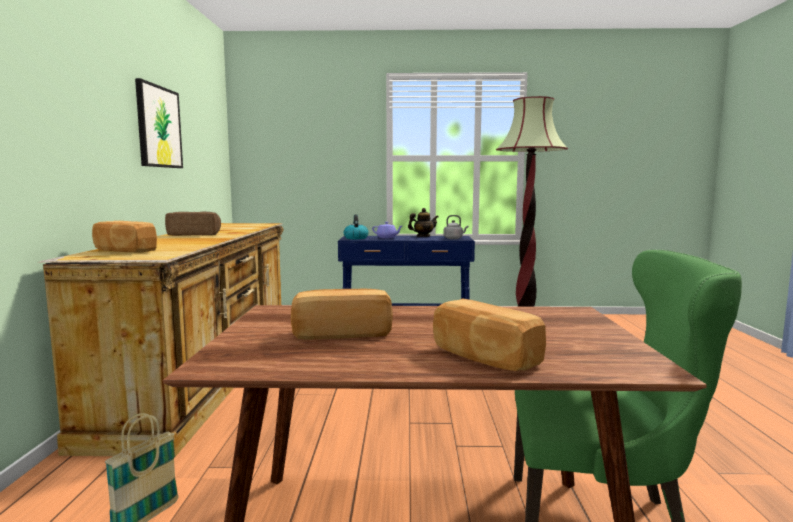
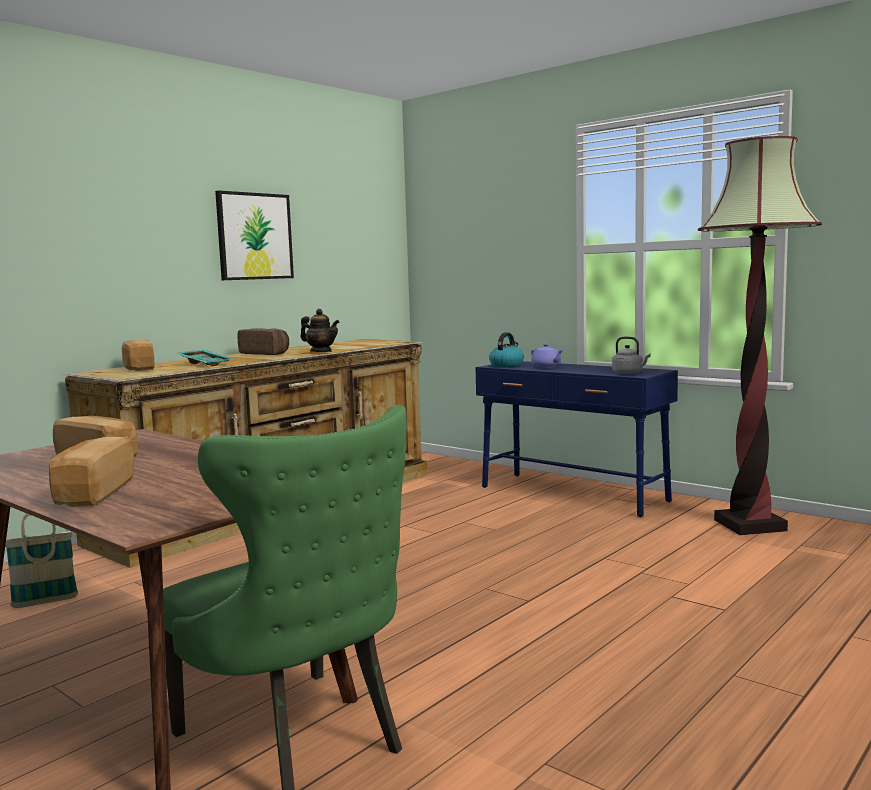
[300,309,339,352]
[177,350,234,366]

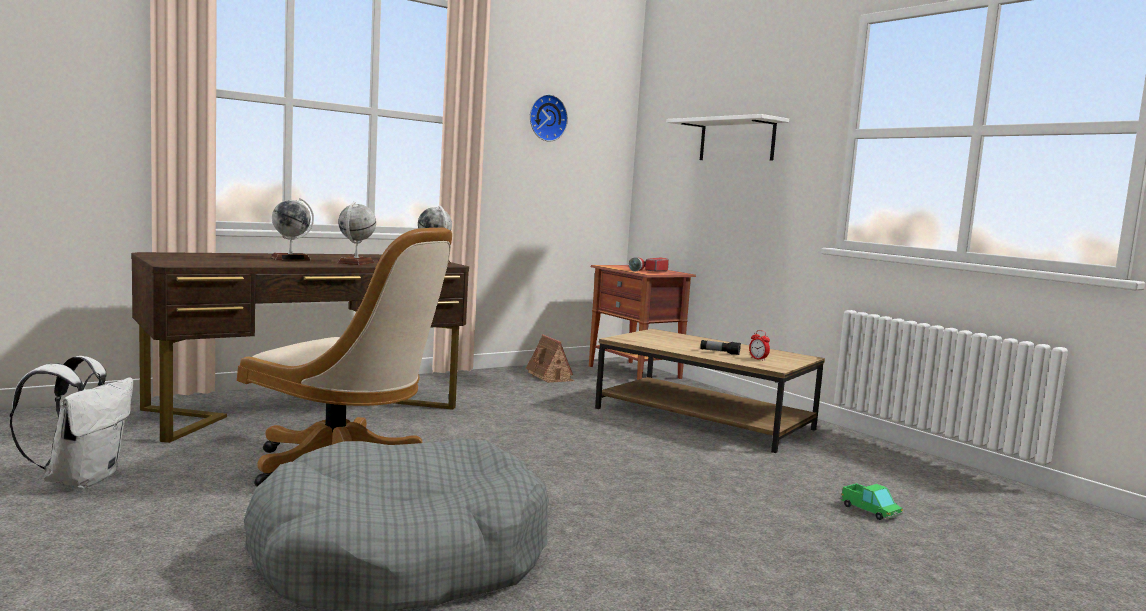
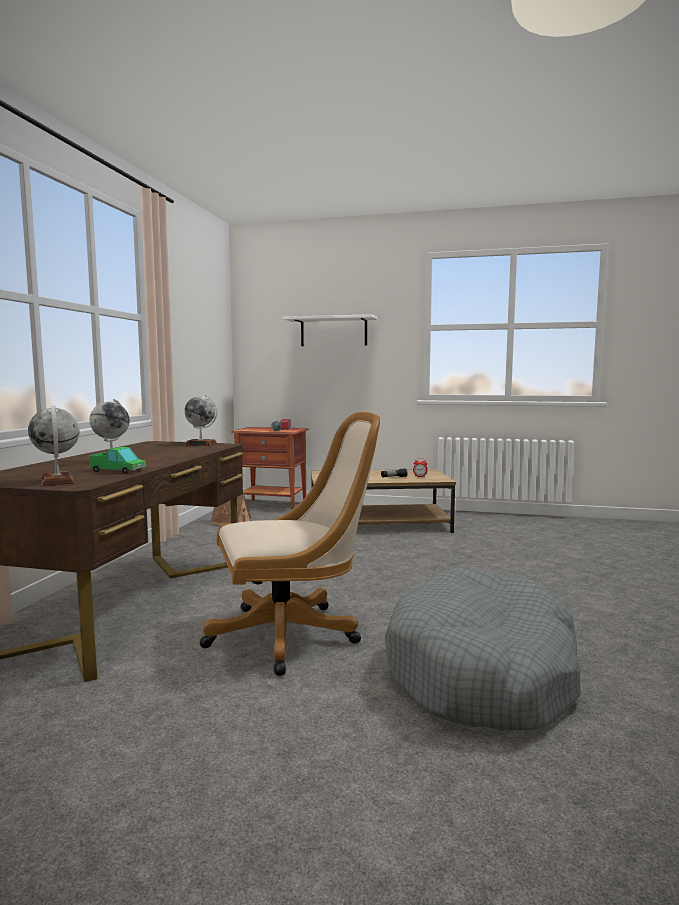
[10,356,133,488] (first image)
[28,405,80,486]
[530,94,568,141] (first image)
[89,447,146,474]

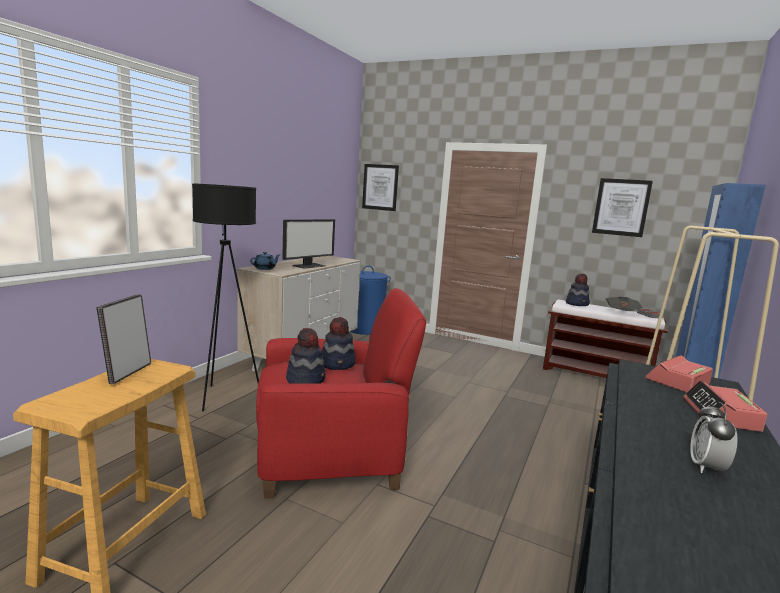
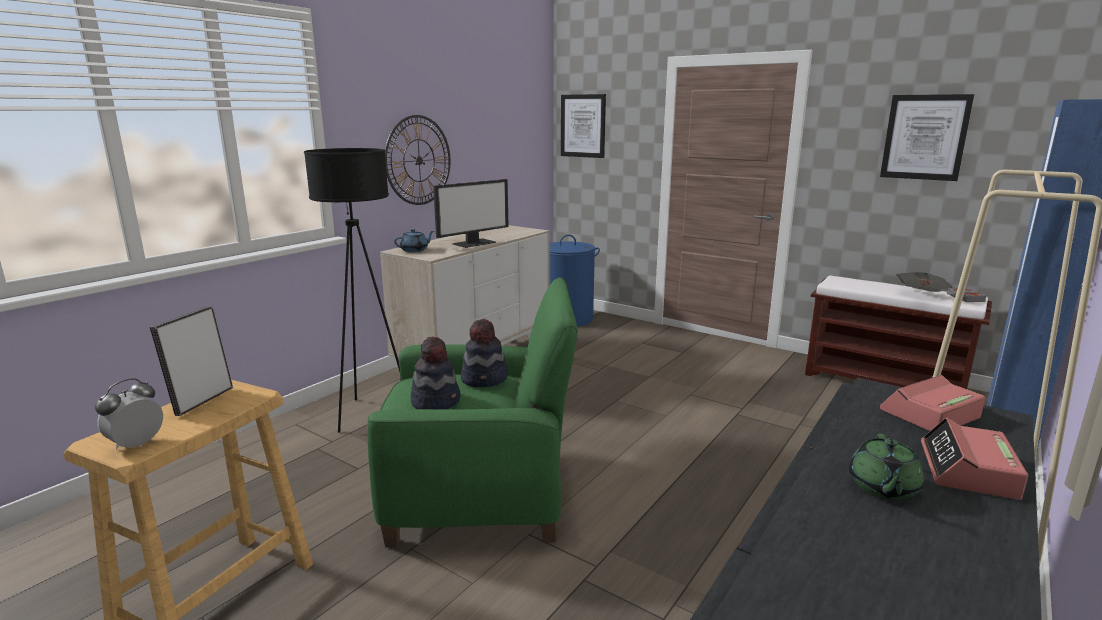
[367,277,578,547]
[566,274,590,306] (first image)
[95,378,163,449]
[385,115,450,205]
[849,434,924,500]

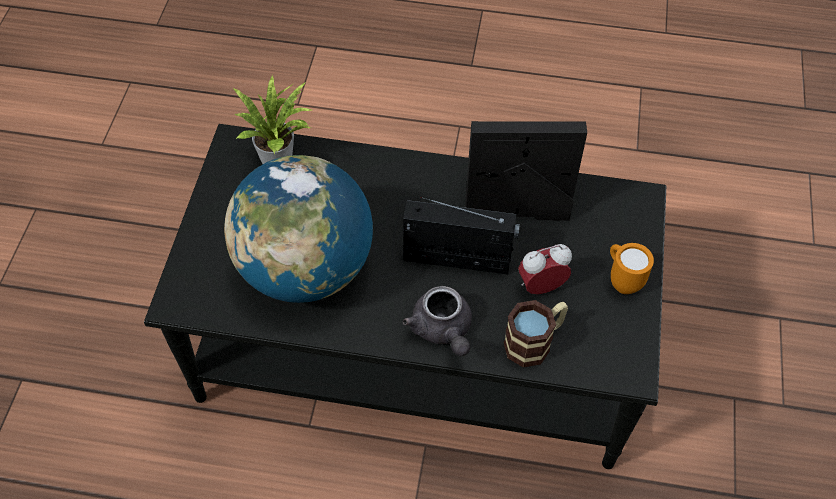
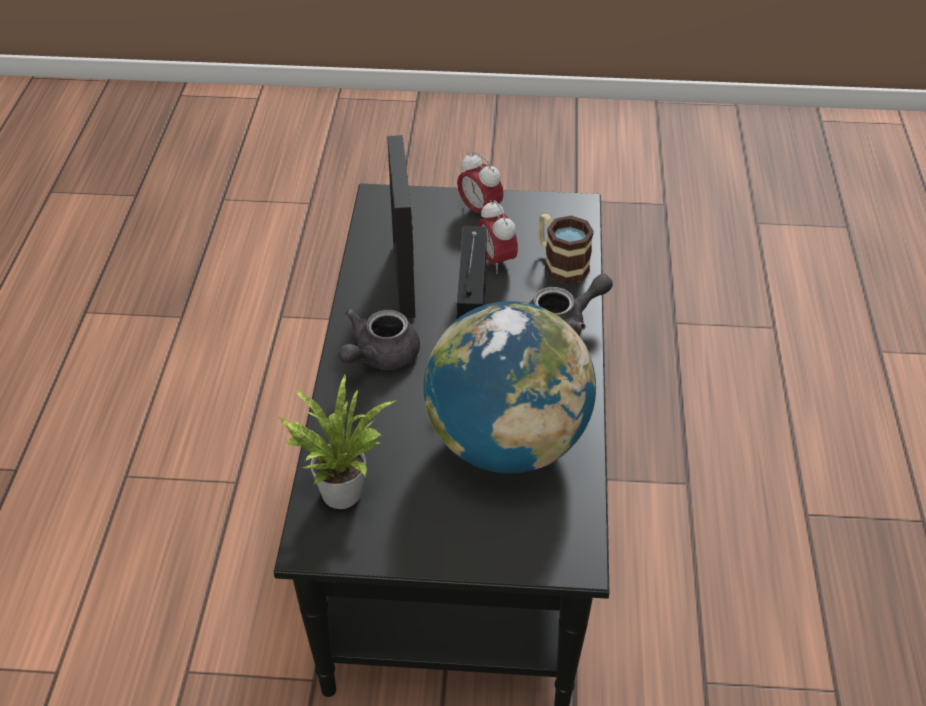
[457,152,504,213]
[339,309,420,370]

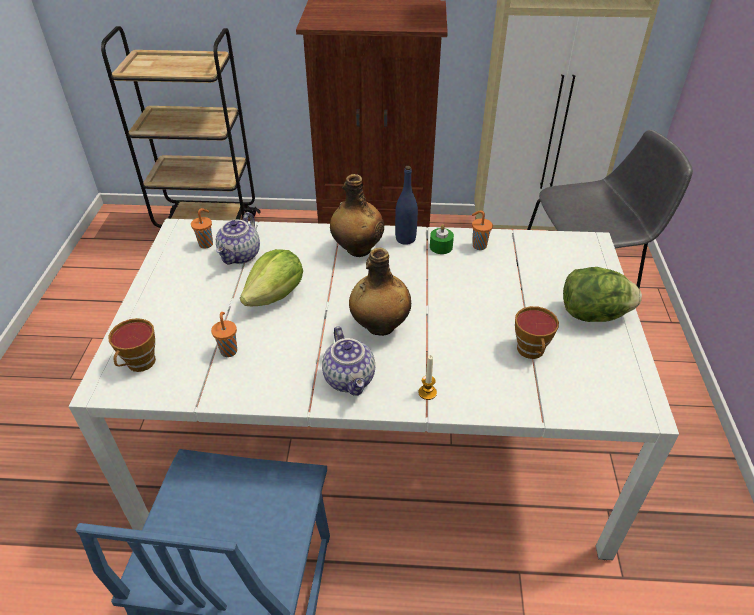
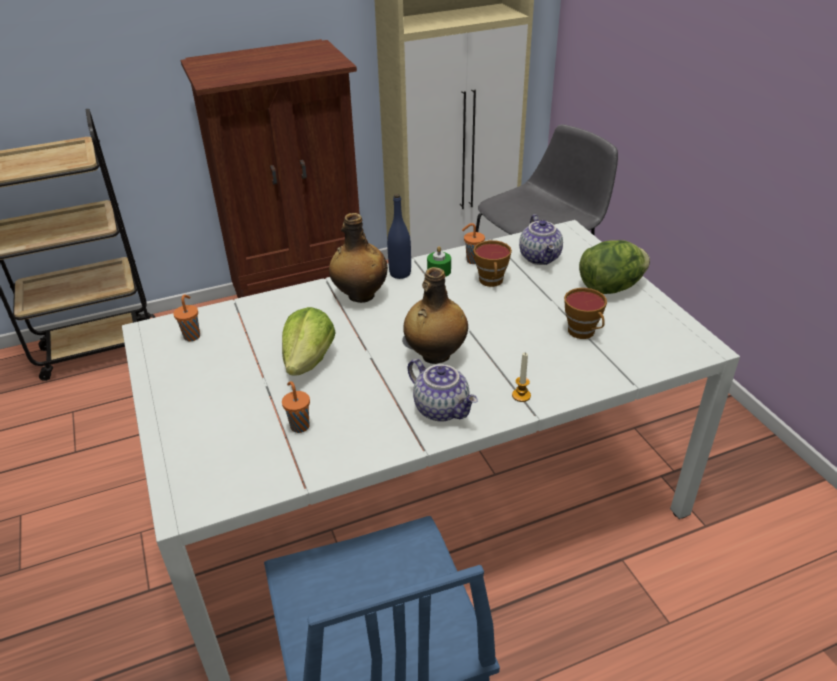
[473,240,512,287]
[519,214,563,265]

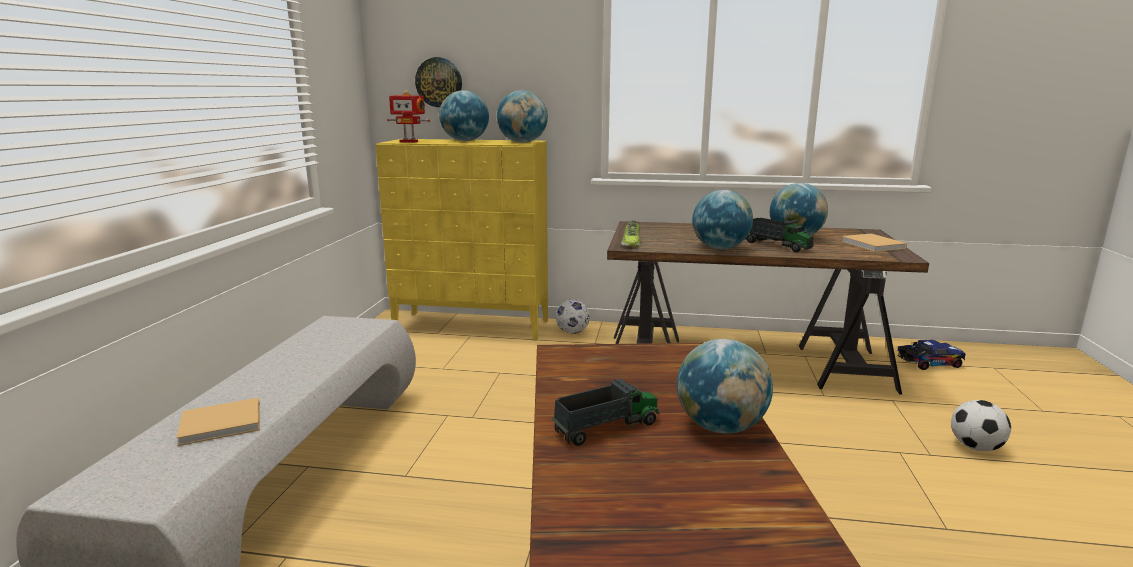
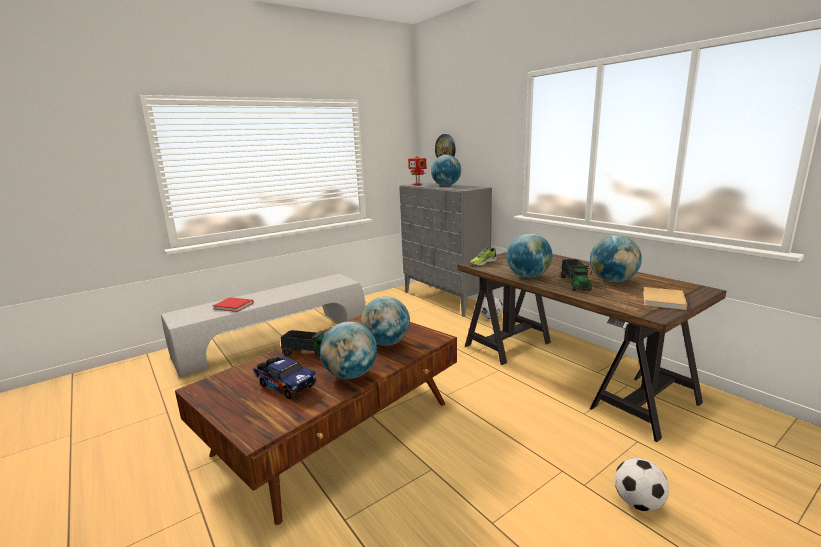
[213,297,254,312]
[399,182,492,317]
[361,296,410,346]
[253,357,316,399]

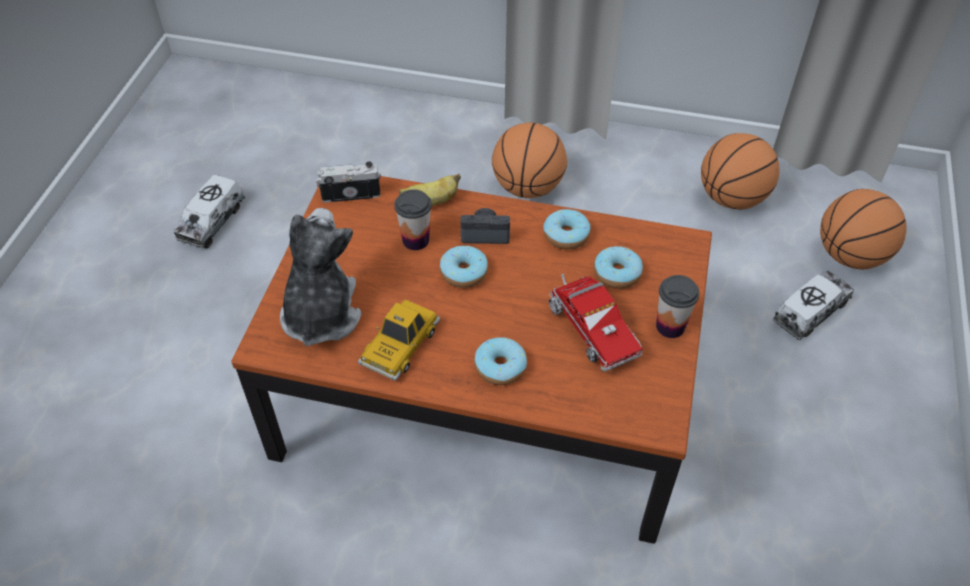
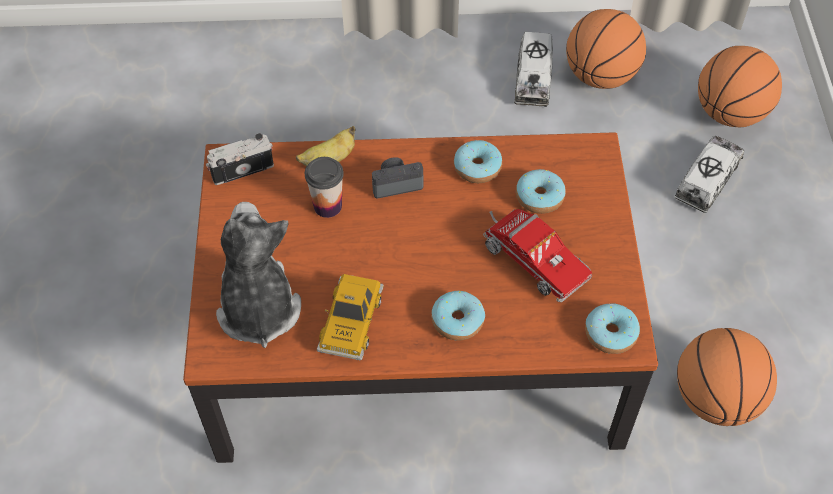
[514,32,553,107]
[585,303,640,354]
[677,328,777,426]
[656,275,700,338] (first image)

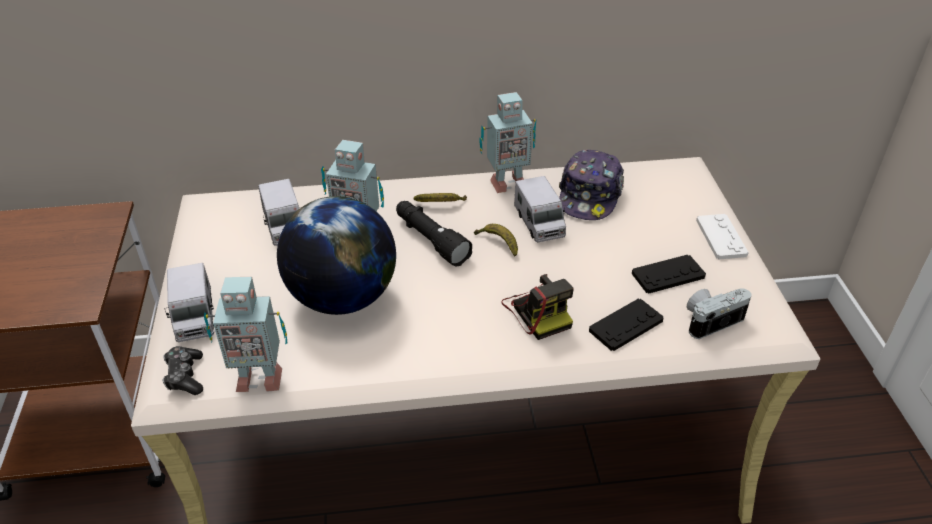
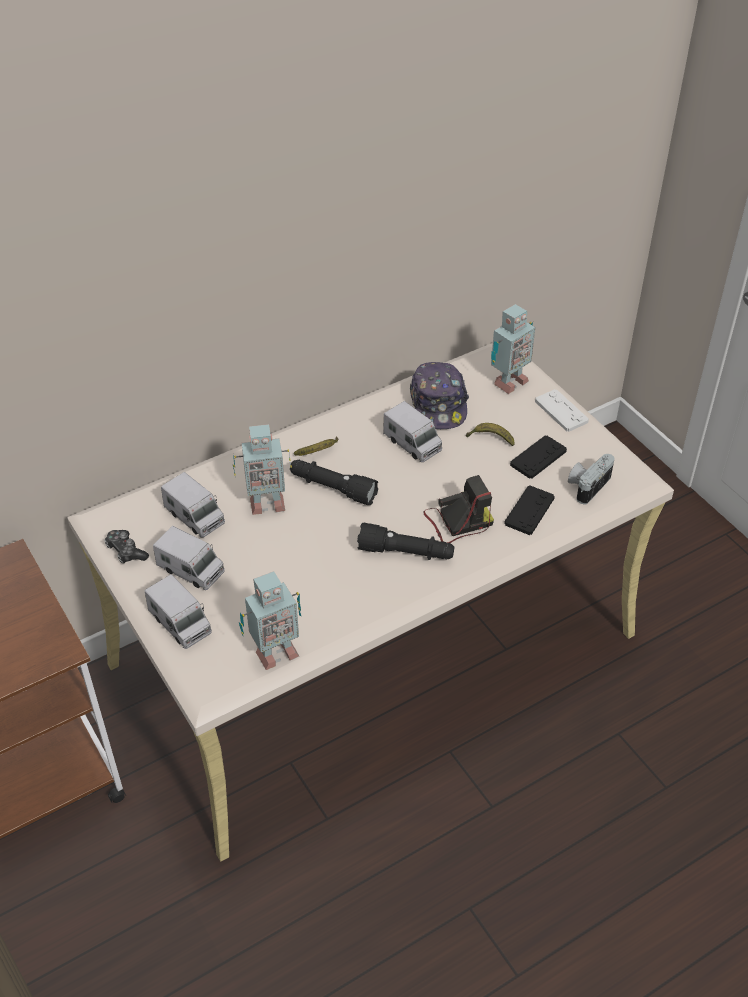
[104,530,149,563]
[277,196,396,315] (first image)
[466,423,515,446]
[491,304,535,394]
[423,475,494,543]
[153,526,225,590]
[357,523,454,560]

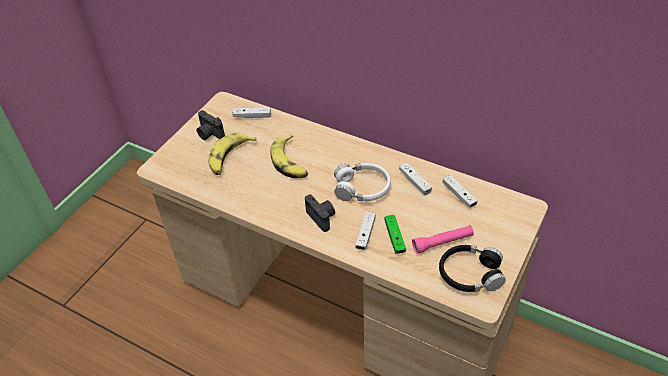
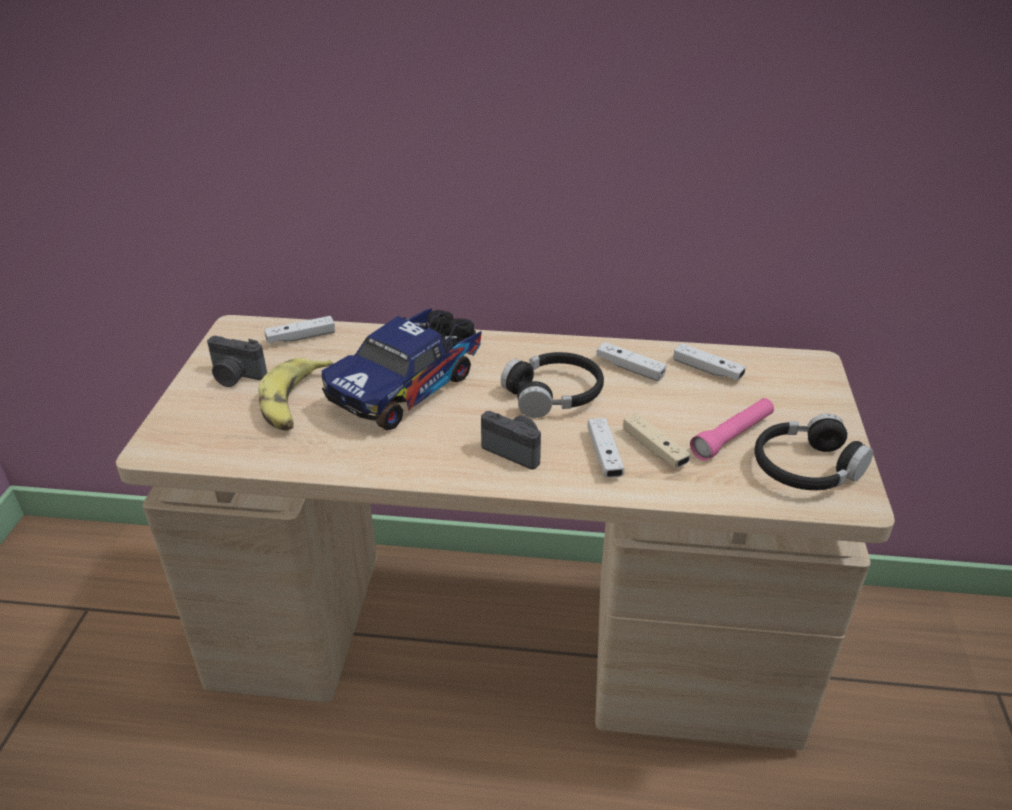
[322,308,482,430]
[501,352,604,418]
[623,413,690,468]

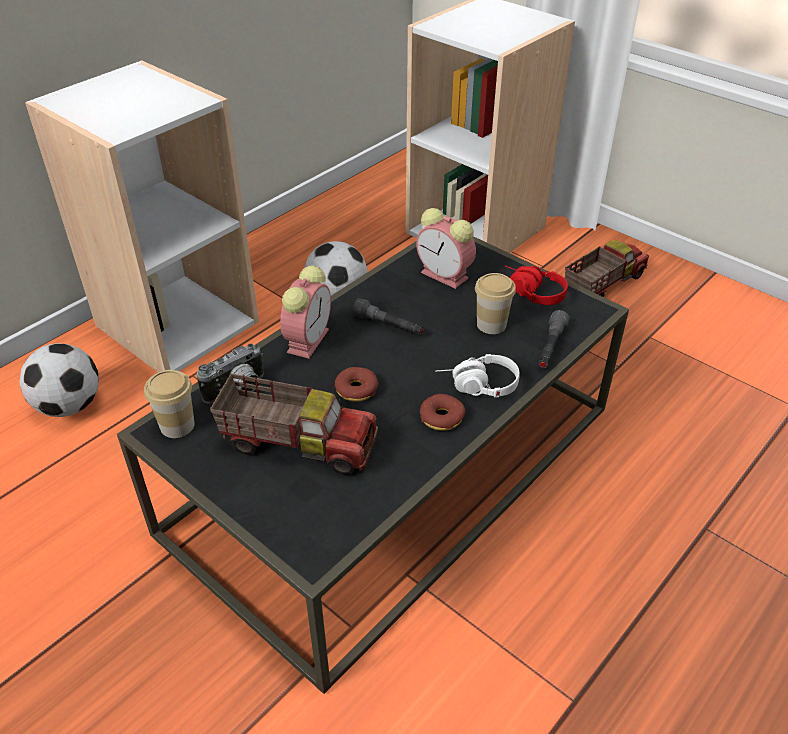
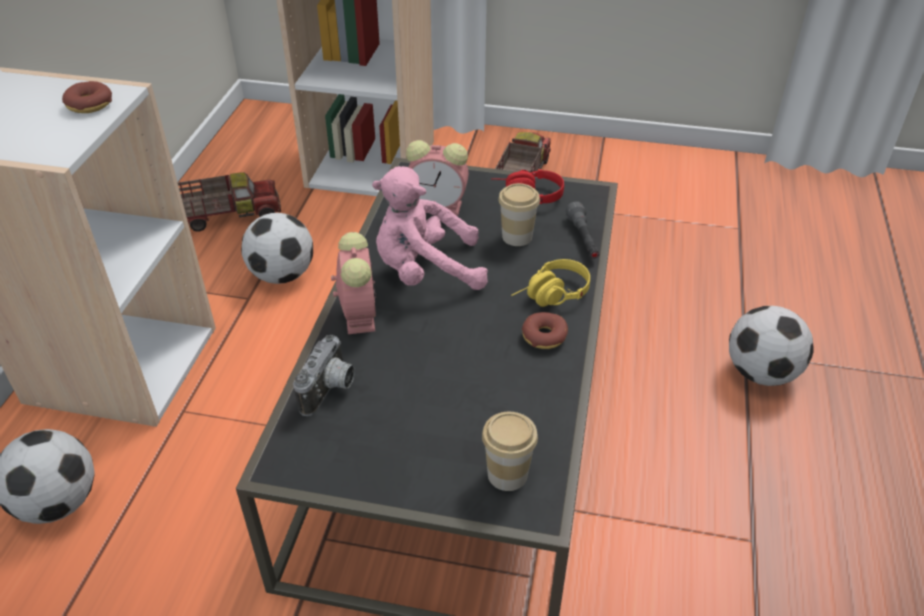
[482,412,538,491]
[178,172,281,232]
[62,81,112,113]
[372,166,488,290]
[511,259,590,307]
[729,306,814,386]

